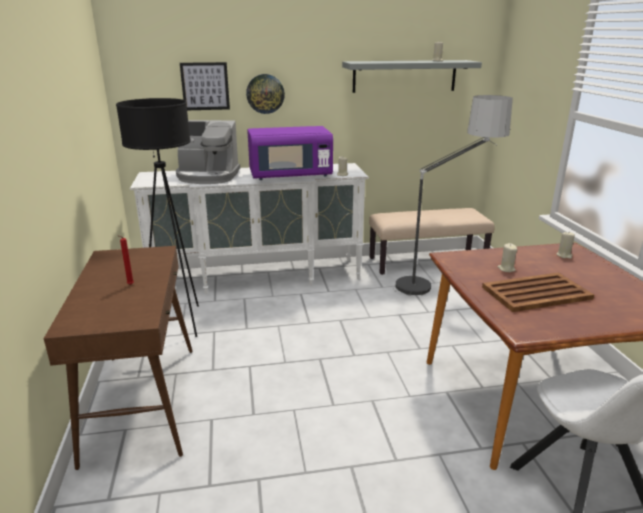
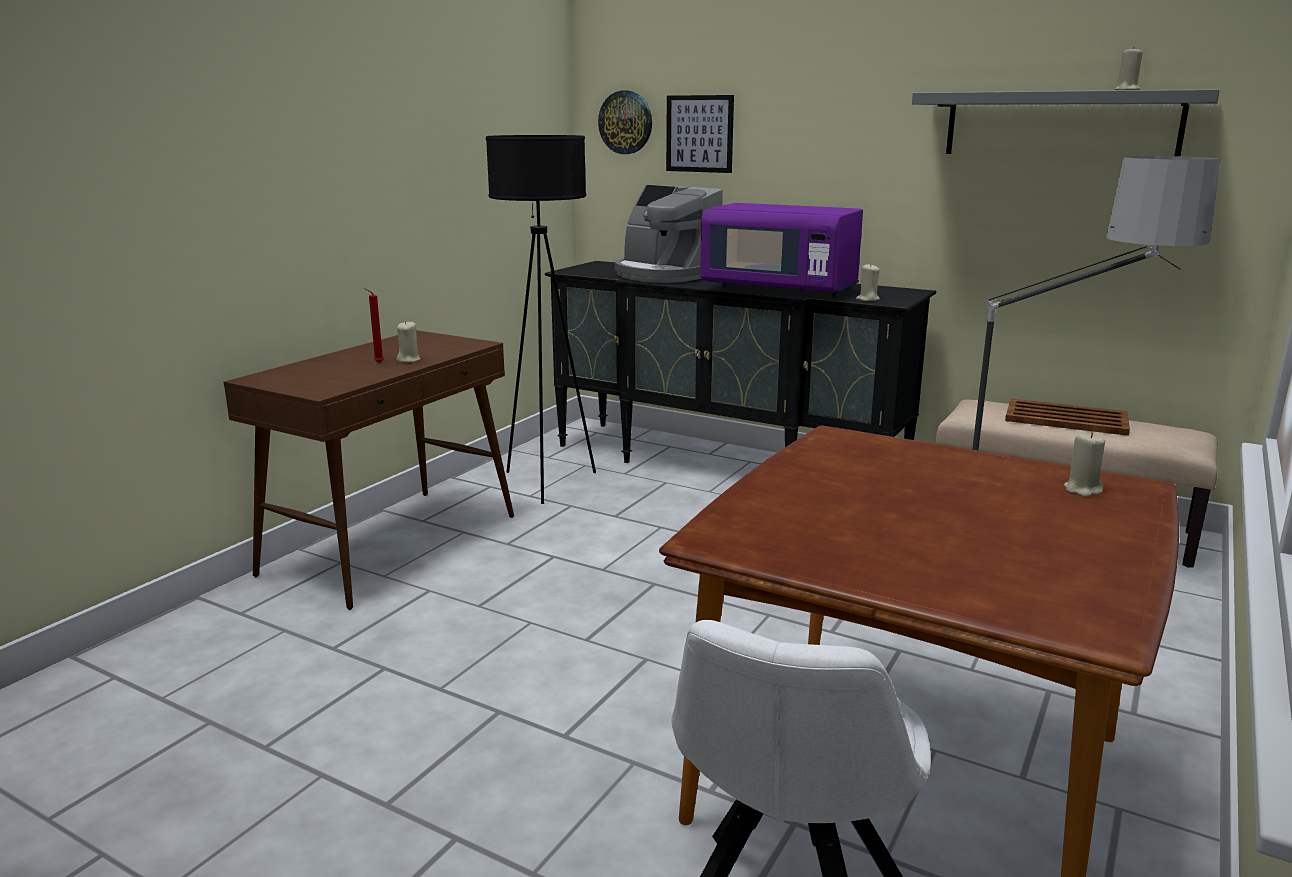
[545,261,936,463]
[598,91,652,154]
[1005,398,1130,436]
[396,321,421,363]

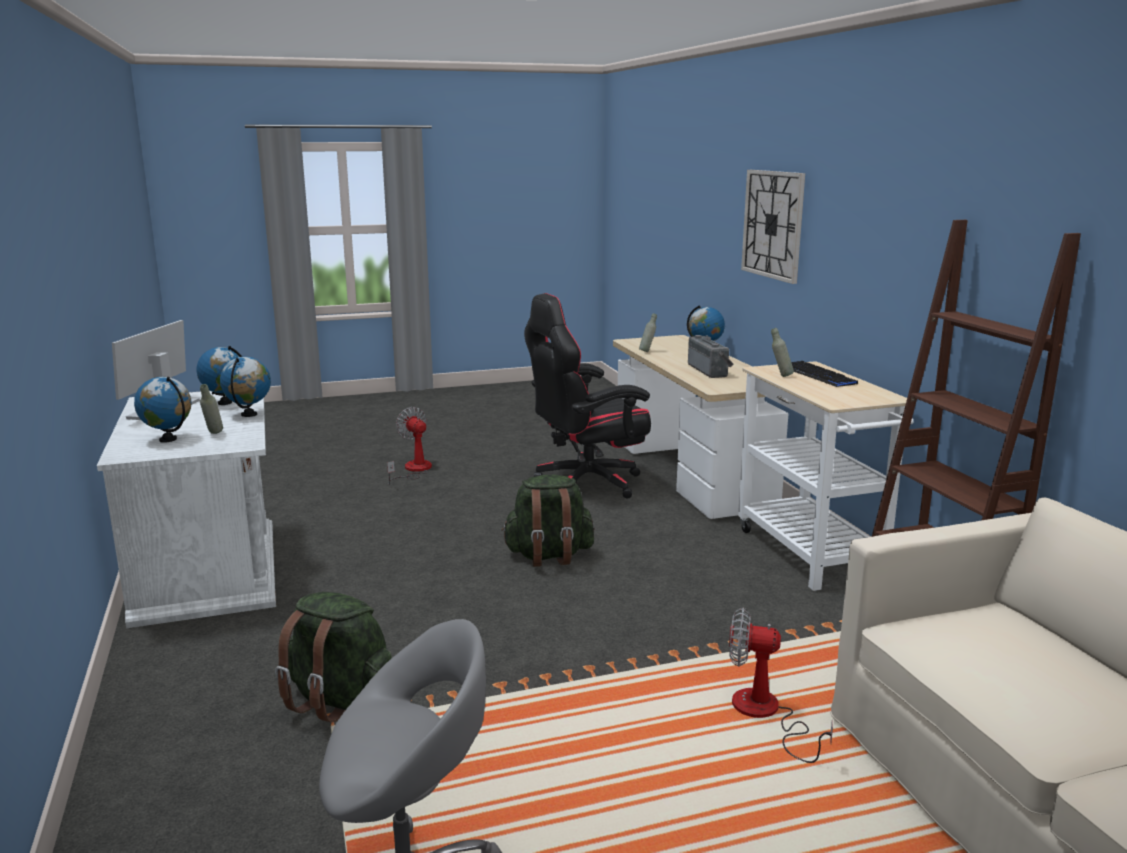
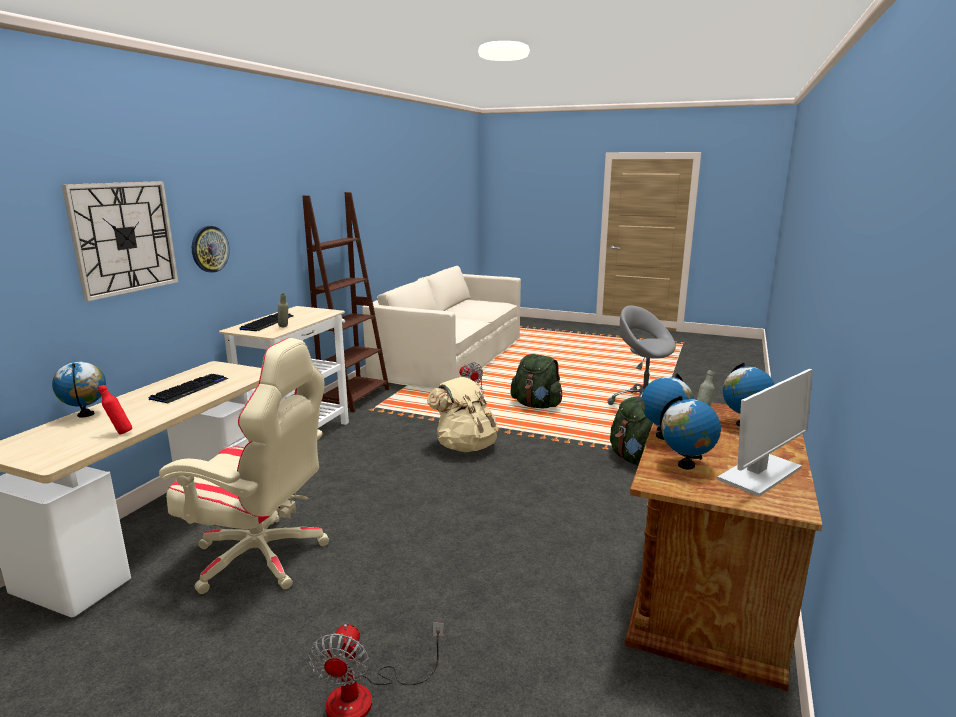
[625,403,822,691]
[511,354,562,408]
[159,337,329,594]
[98,385,132,434]
[149,374,228,403]
[192,226,230,273]
[427,377,498,452]

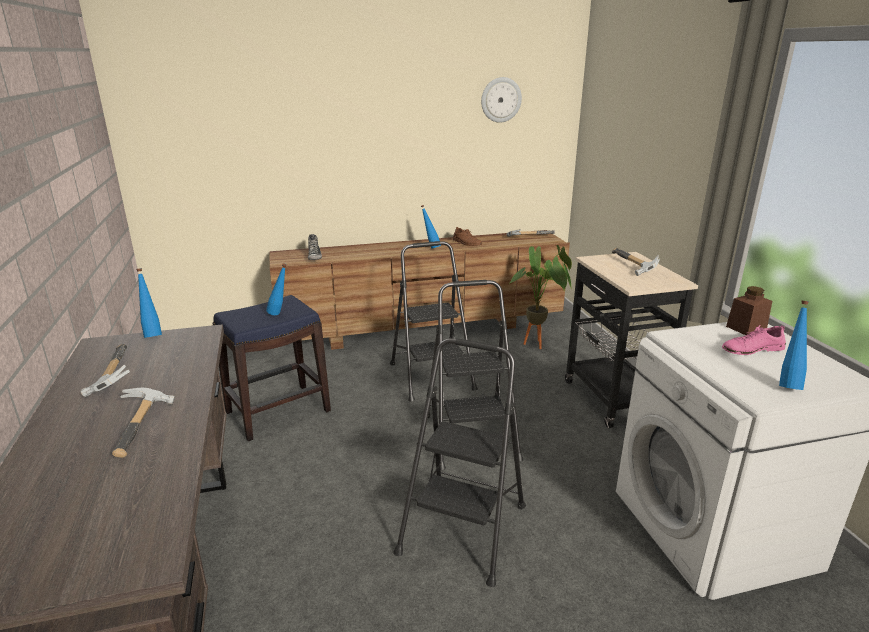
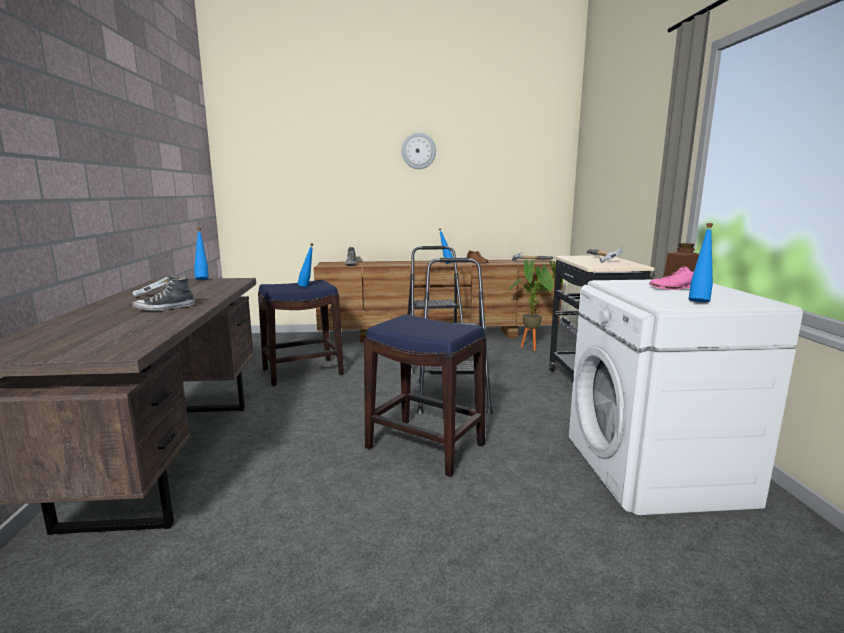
[132,275,195,311]
[364,315,486,477]
[402,133,436,169]

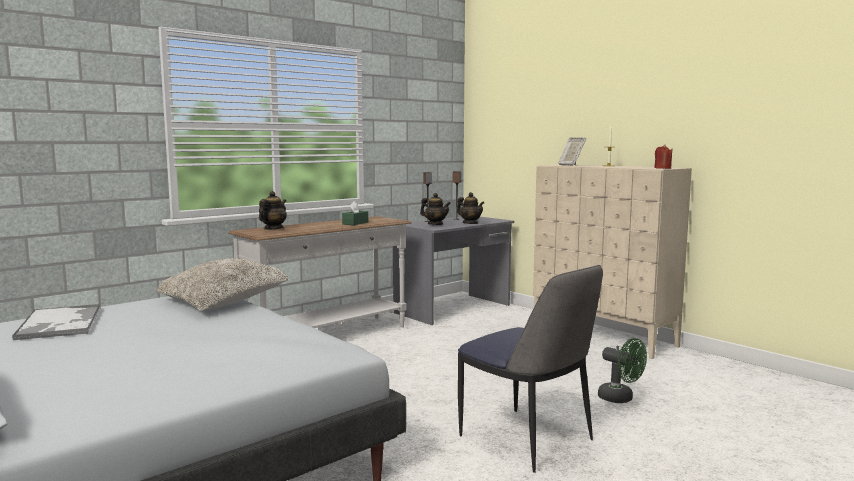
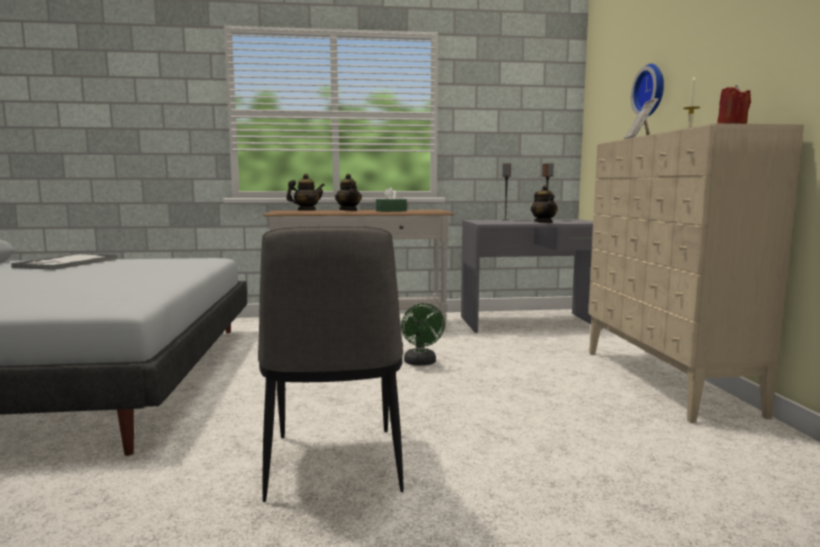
[157,258,289,311] (first image)
[335,174,362,211]
[401,303,445,366]
[631,64,664,117]

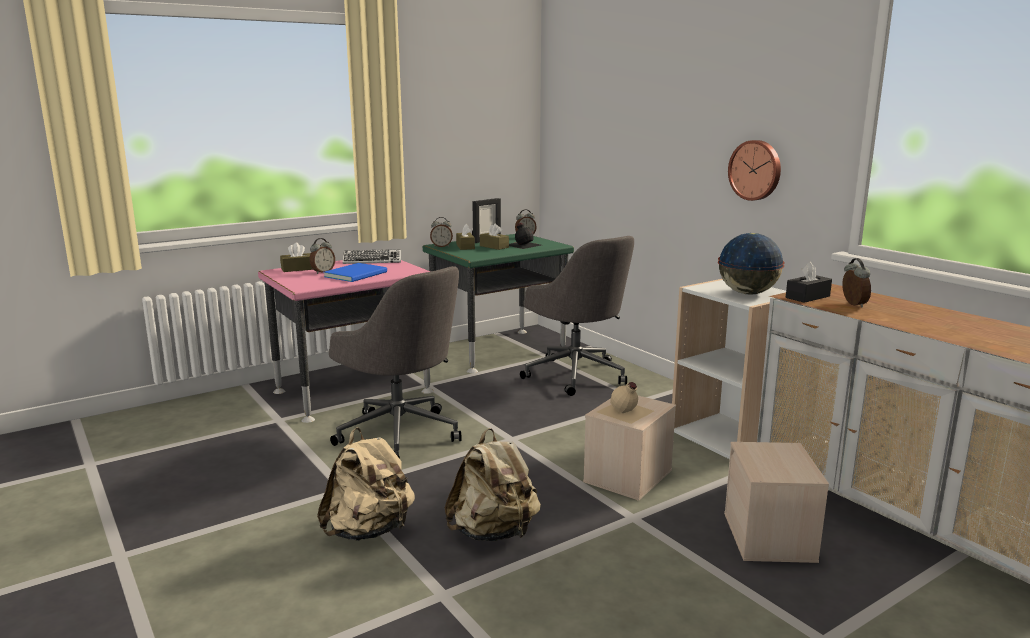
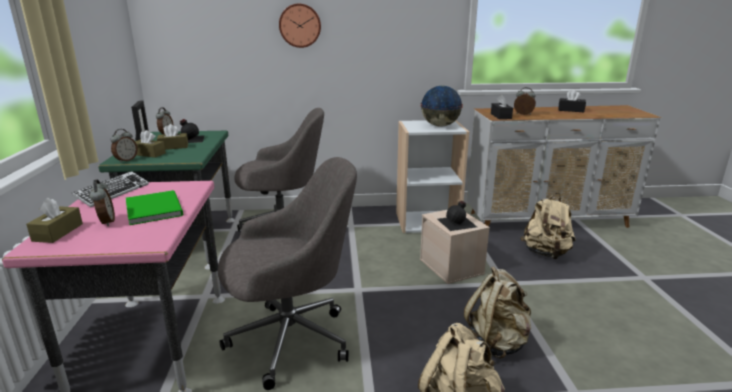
[126,190,183,225]
[438,201,477,231]
[520,193,576,259]
[279,4,321,48]
[558,89,586,112]

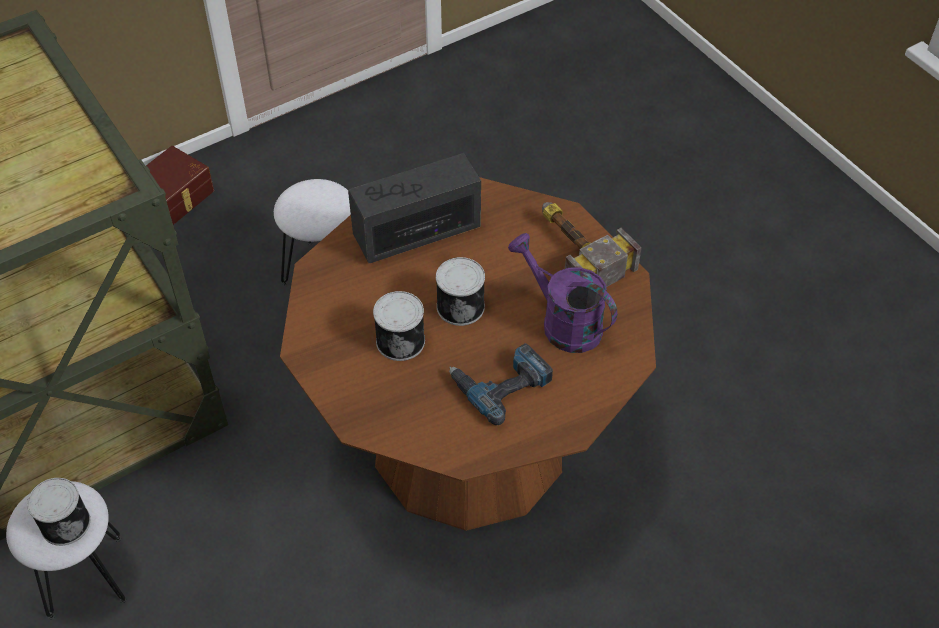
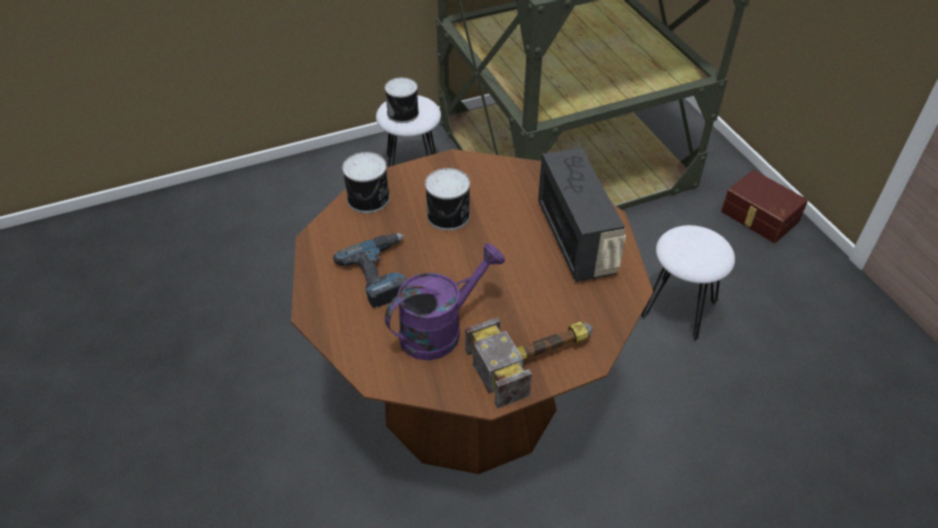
[342,152,390,213]

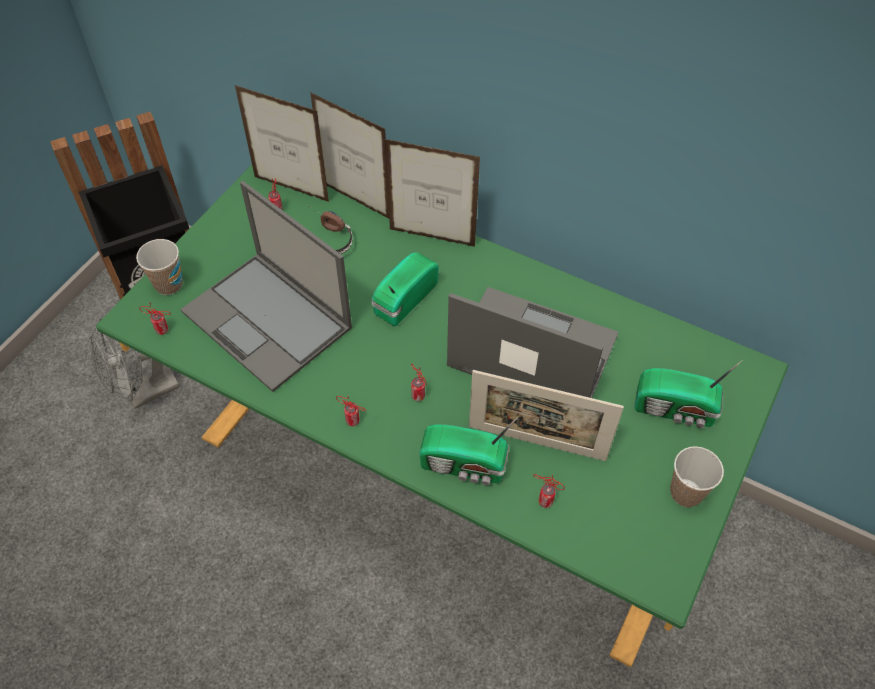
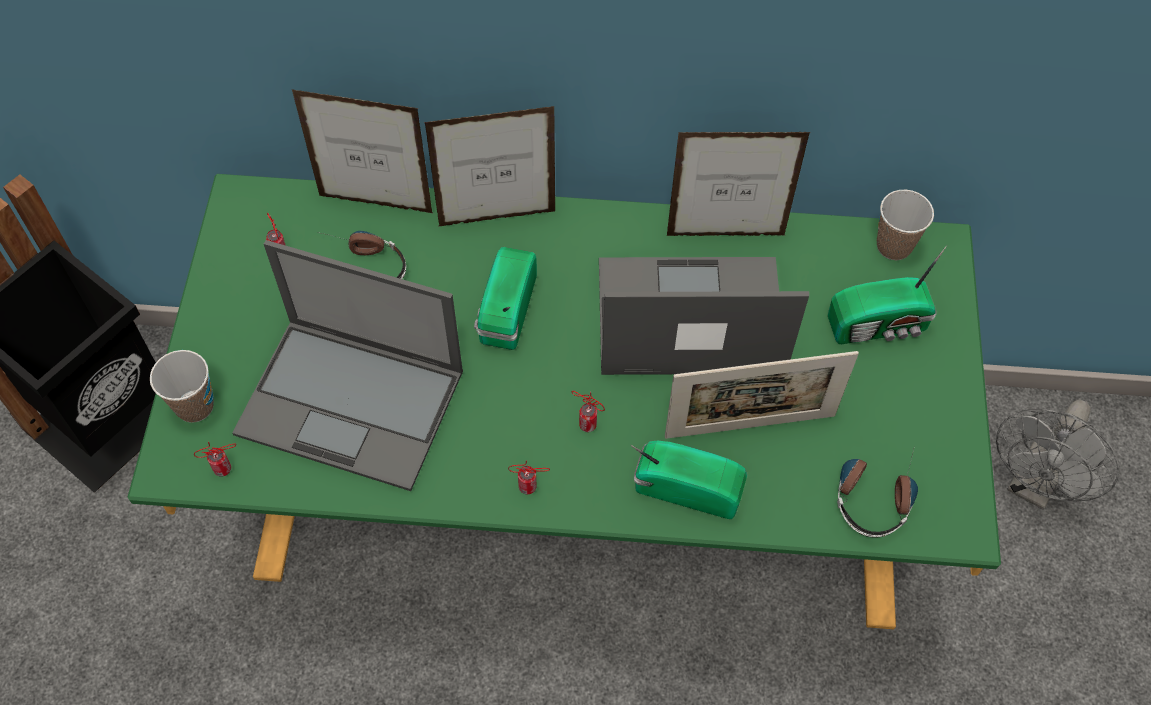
[996,400,1119,510]
[667,132,810,236]
[630,441,747,519]
[533,474,565,508] (first image)
[877,190,934,260]
[837,449,918,538]

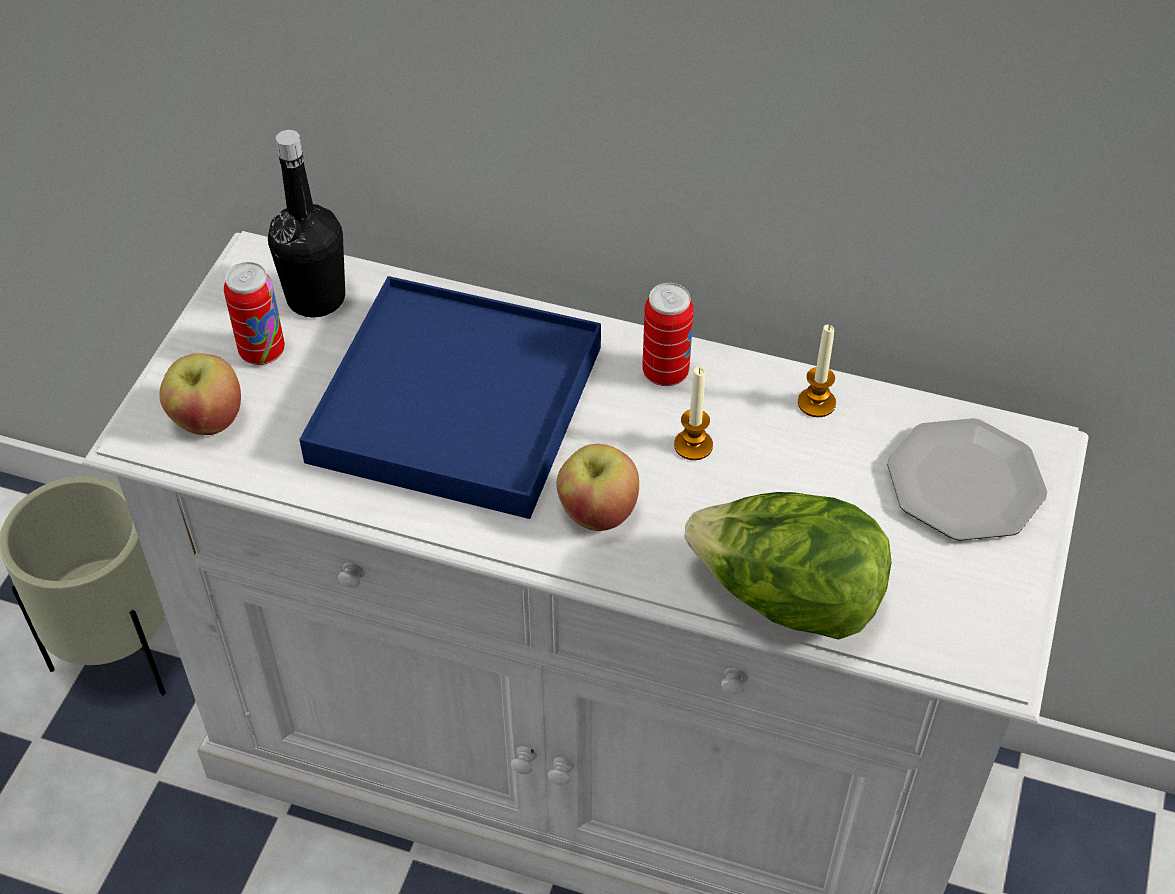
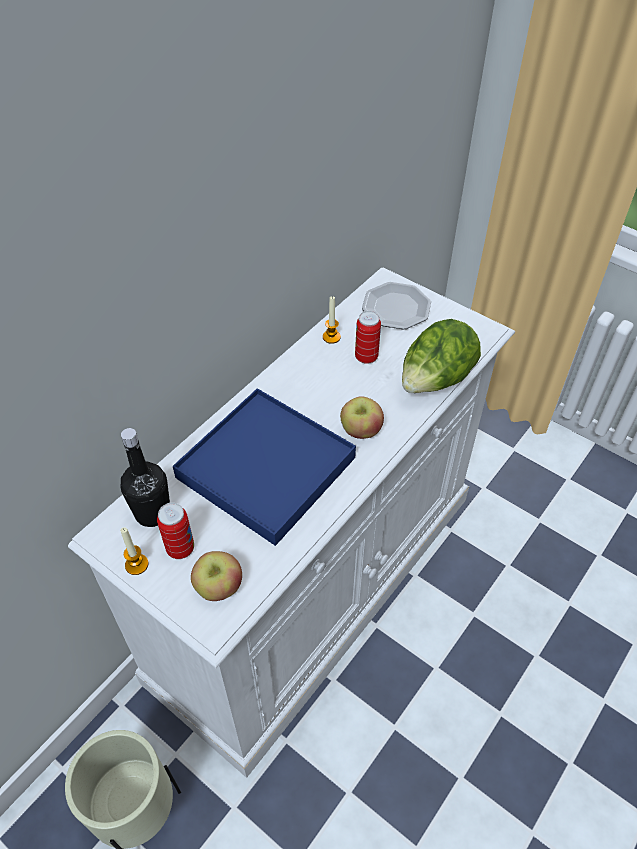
[355,311,381,364]
[120,527,148,575]

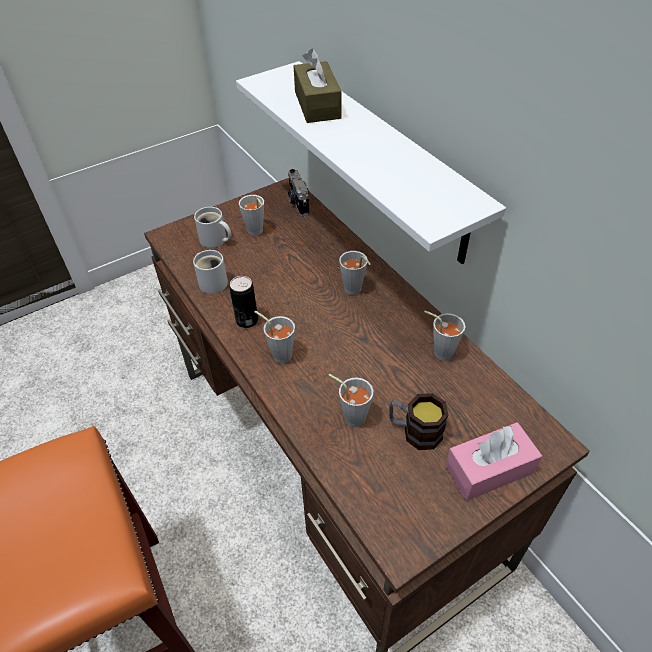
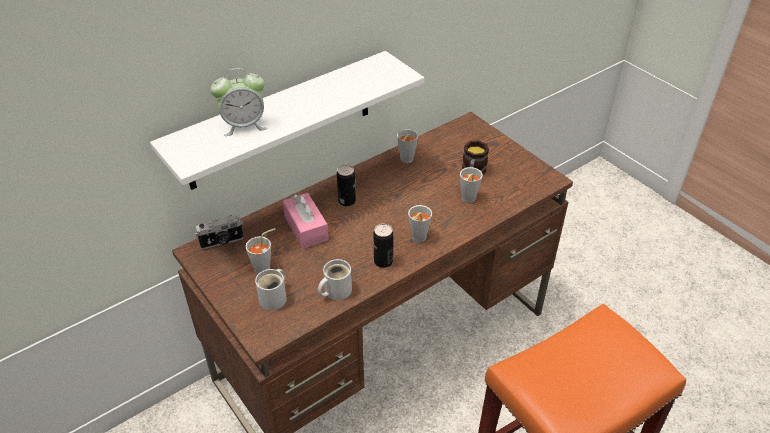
[211,68,267,136]
[337,165,356,206]
[283,193,329,249]

